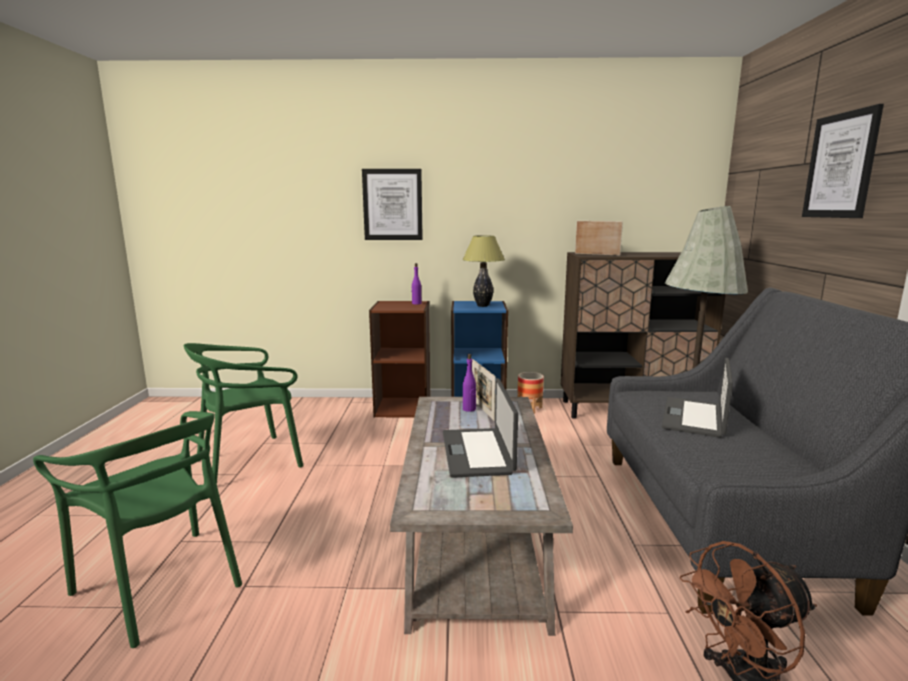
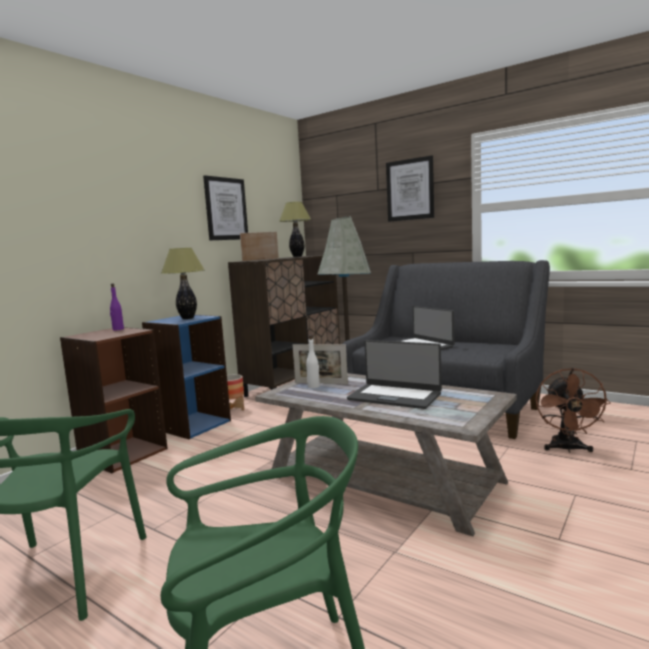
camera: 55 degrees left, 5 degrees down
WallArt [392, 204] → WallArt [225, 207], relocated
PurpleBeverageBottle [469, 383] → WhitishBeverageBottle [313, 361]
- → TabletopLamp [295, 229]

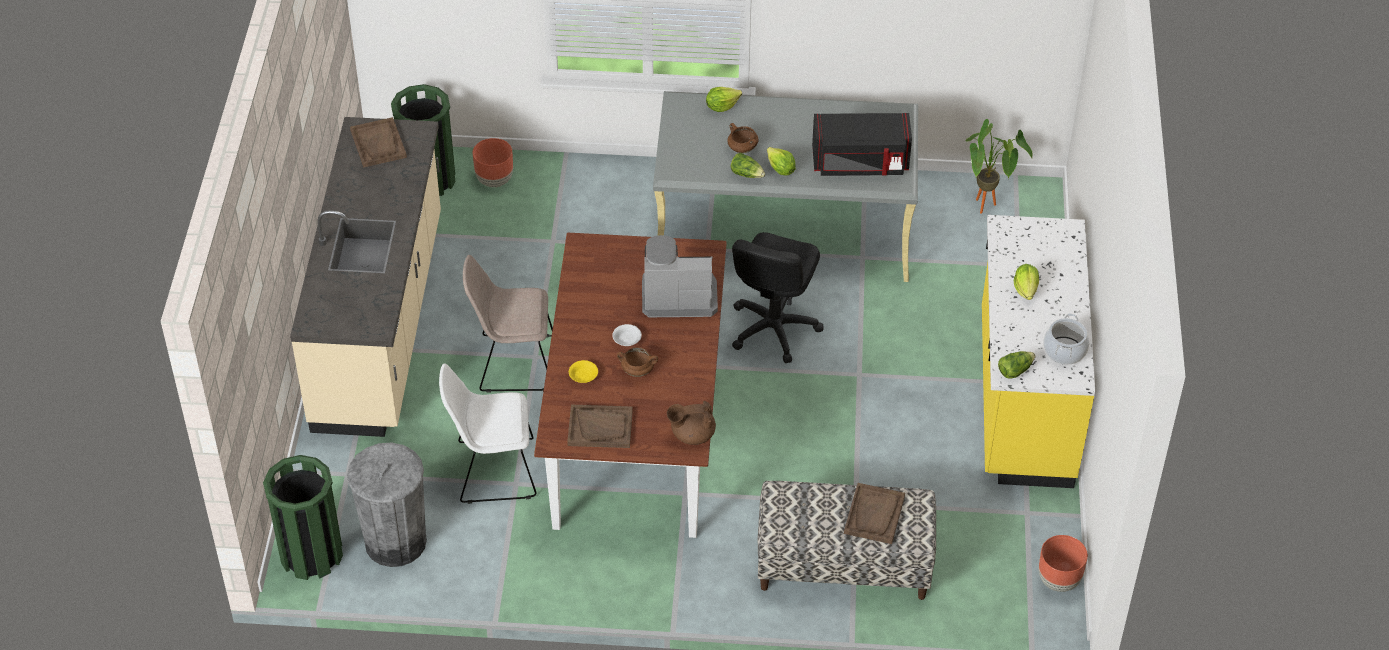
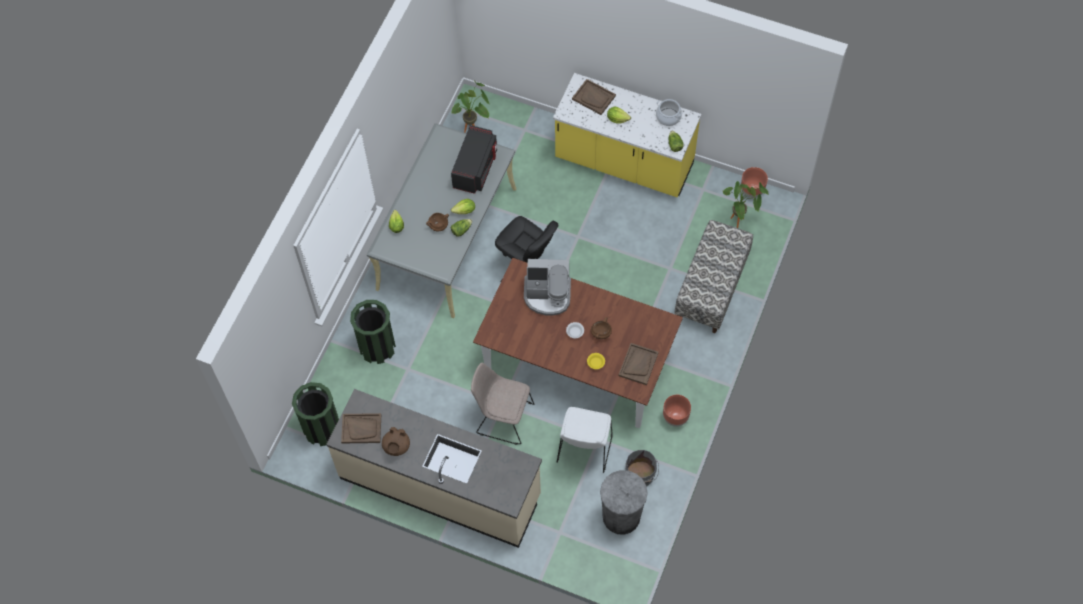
camera: 70 degrees left, 15 degrees up
BrownColouredPlantPot [493, 162] → BrownColouredPlantPot [677, 411], relocated
CoffeeMaker [680, 276] → CoffeeMaker [547, 287], 105 degrees counterclockwise
BeigePlainChair [508, 324] → BeigePlainChair [502, 404], 90 degrees clockwise
BrownColouredTeaPot [691, 423] → BrownColouredTeaPot [396, 441], relocated
GreenWasteBin [303, 517] → GreenWasteBin [373, 332], relocated
BrownColouredTray [874, 513] → BrownColouredTray [594, 97], relocated
- → Houseplant [745, 204]
- → GreyishBucket [642, 468]

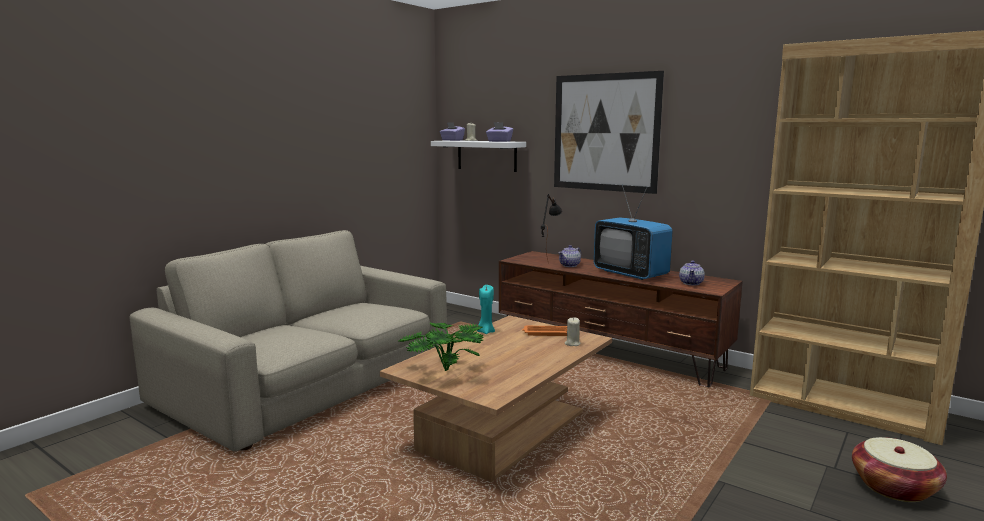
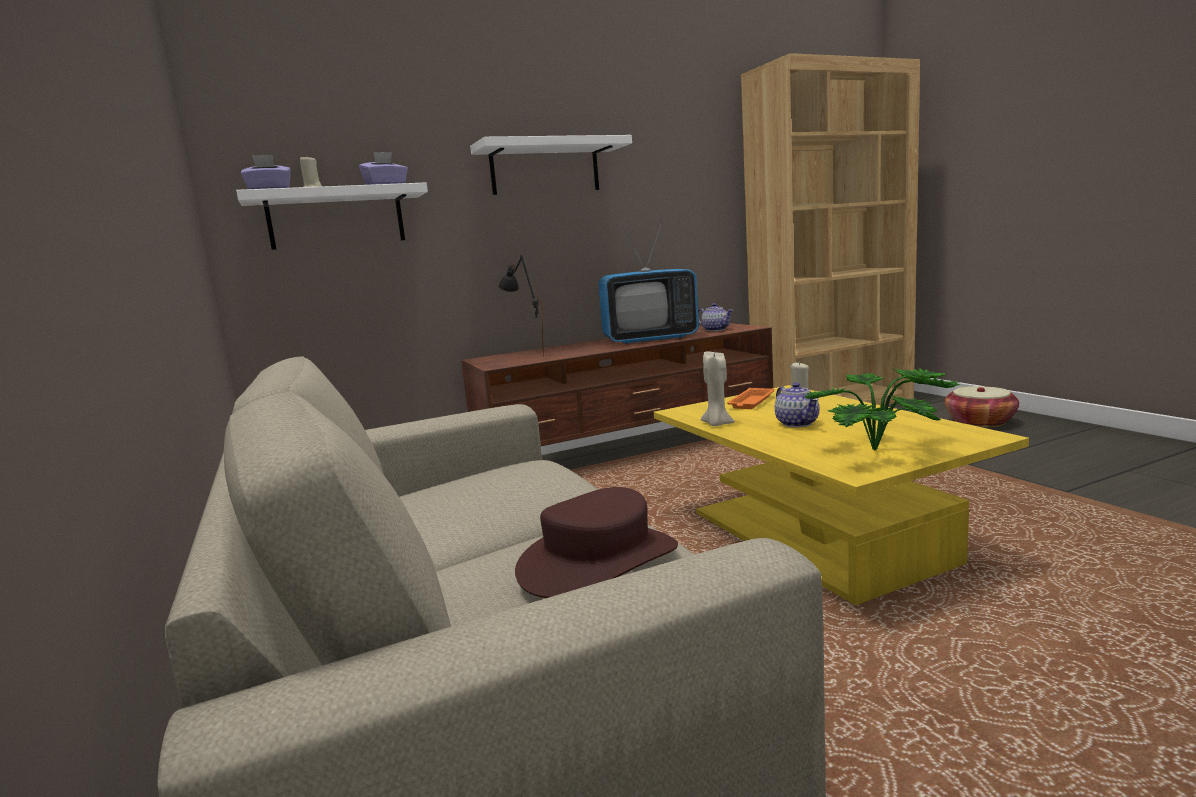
camera: 60 degrees left, 0 degrees up
WallArt [609, 132] → WhitishShelf [551, 165]
TeaPot [570, 256] → TeaPot [797, 405], relocated
BlueGreenCandle [486, 309] → BeigeCandle [718, 389]
BrownColouredLoungeTable [496, 398] → YellowishLoungeTable [841, 495]
- → BrownColouredWearableHat [596, 542]

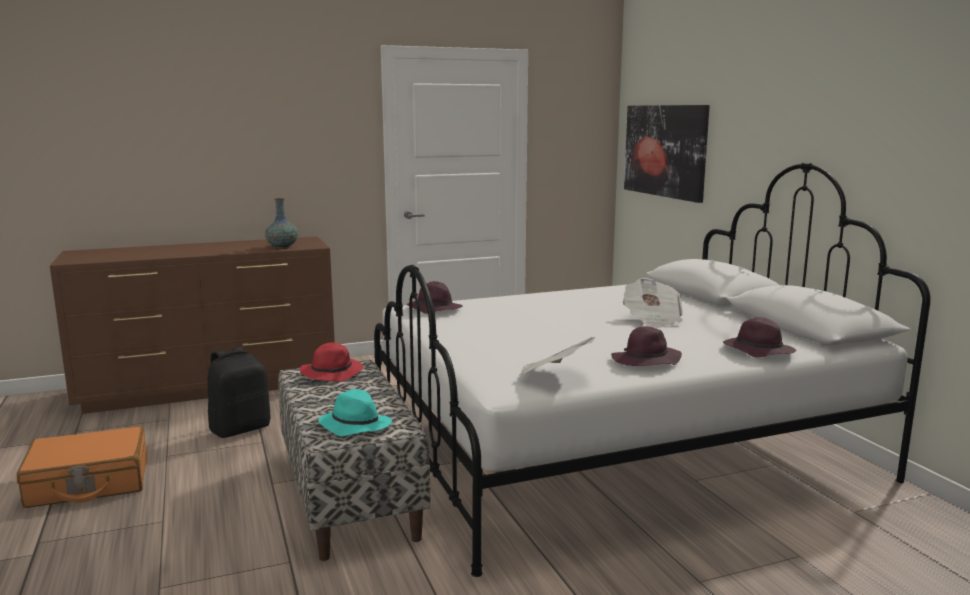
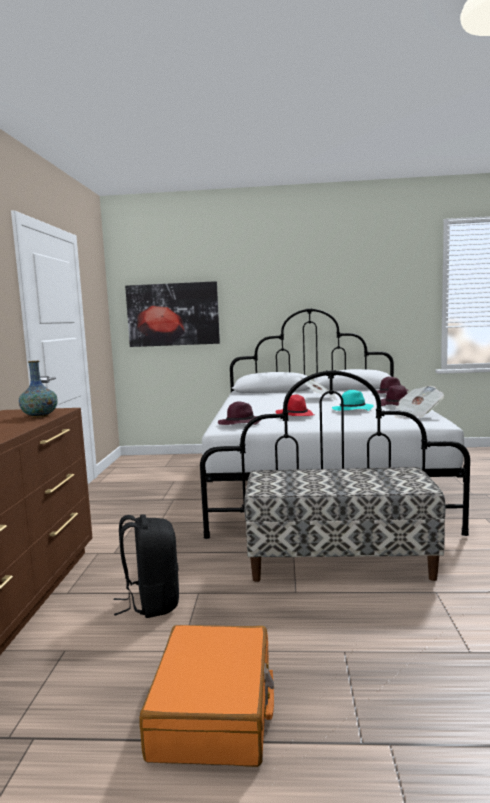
camera: 65 degrees left, 5 degrees down
ReddishWearableHat [332, 362] → ReddishWearableHat [295, 405], relocated
BlueGreenWearableHat [355, 412] → BlueGreenWearableHat [353, 400], relocated

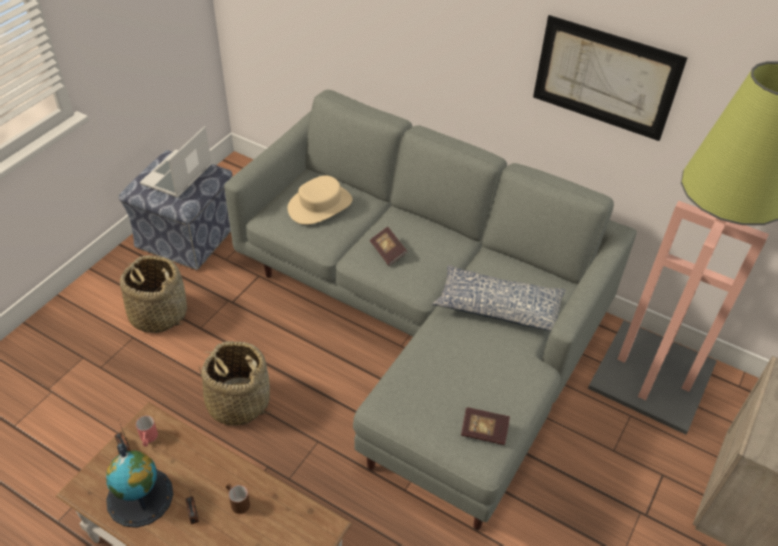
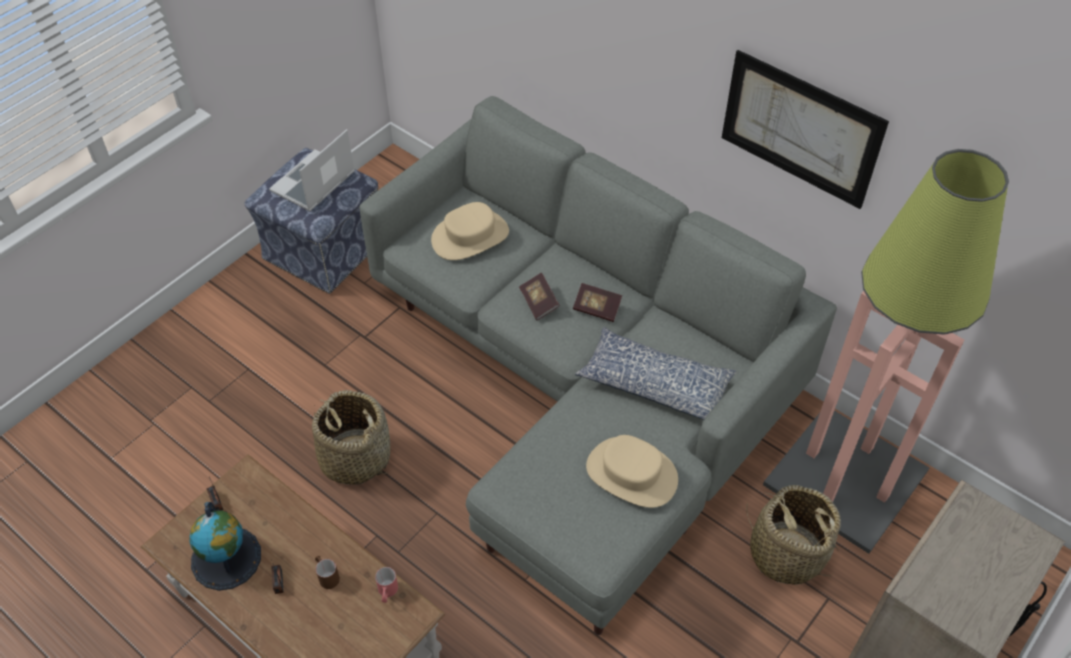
camera: 10 degrees right, 5 degrees up
Basket [153, 294] → Basket [793, 535], relocated
Book [485, 426] → Book [597, 302], relocated
ReddishMug [147, 431] → ReddishMug [386, 585], relocated
- → BeigeWearableHat [632, 471]

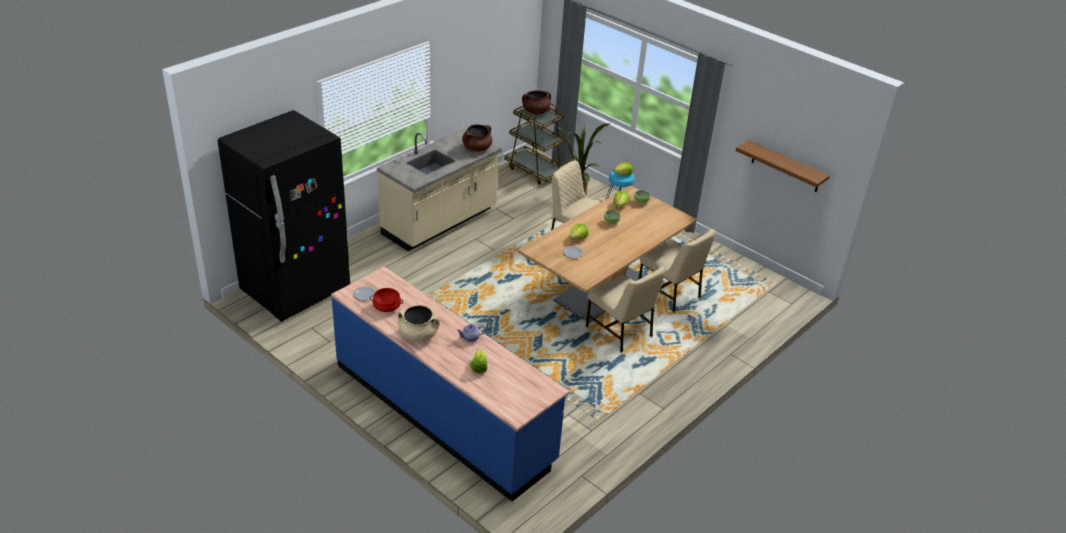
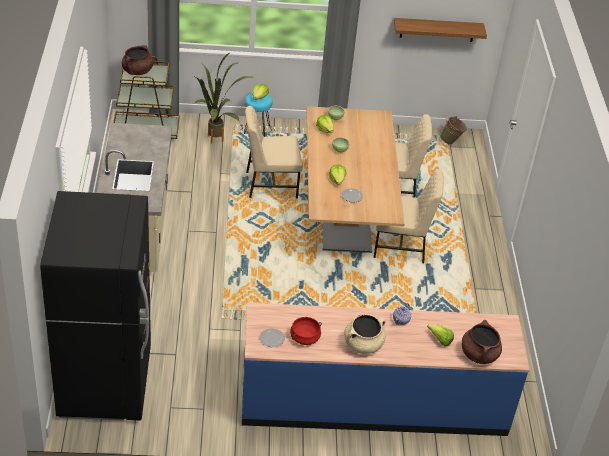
camera: 45 degrees left, 5 degrees up
BrownColouredCookingPot [477, 138] → BrownColouredCookingPot [482, 342], relocated
- → GreenBucket [453, 130]

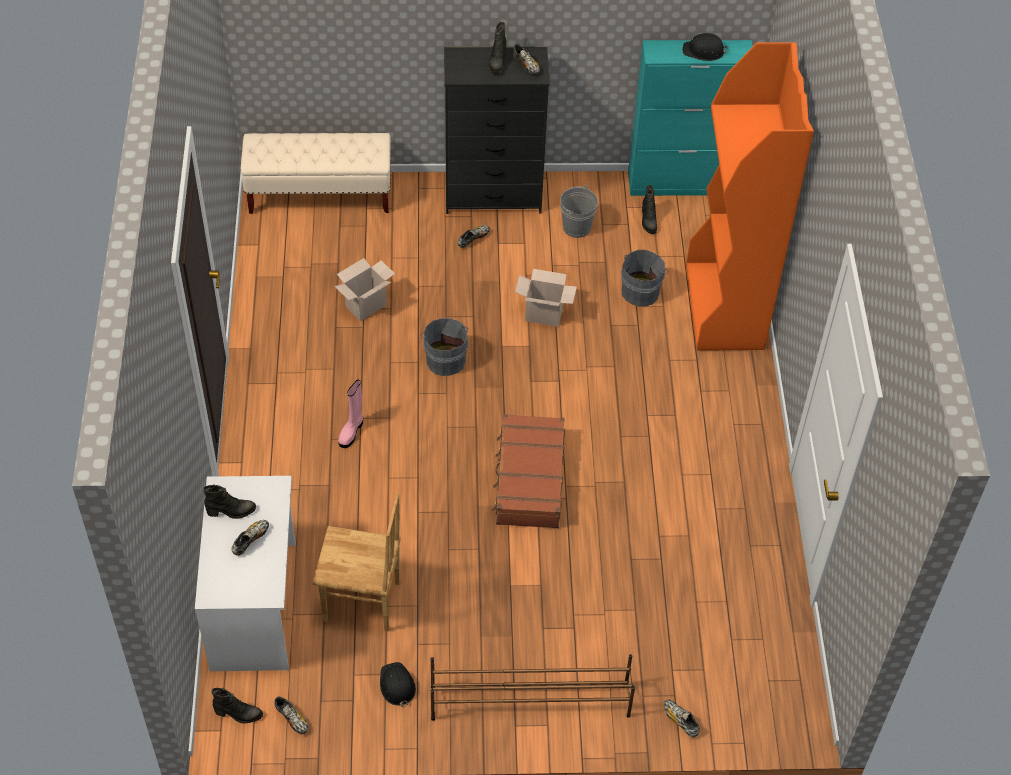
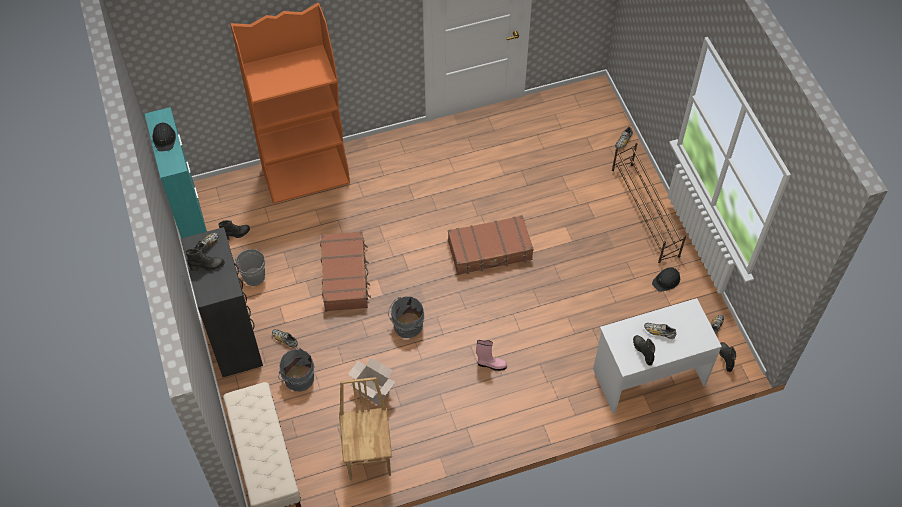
camera: 105 degrees left, 5 degrees up
GreyishBucket [645, 278] → GreyishBucket [296, 369], relocated
CardboardBox [546, 298] → BrownColouredTravelCase [345, 271]
BrownColouredPlainChair [356, 562] → BrownColouredPlainChair [365, 429], relocated

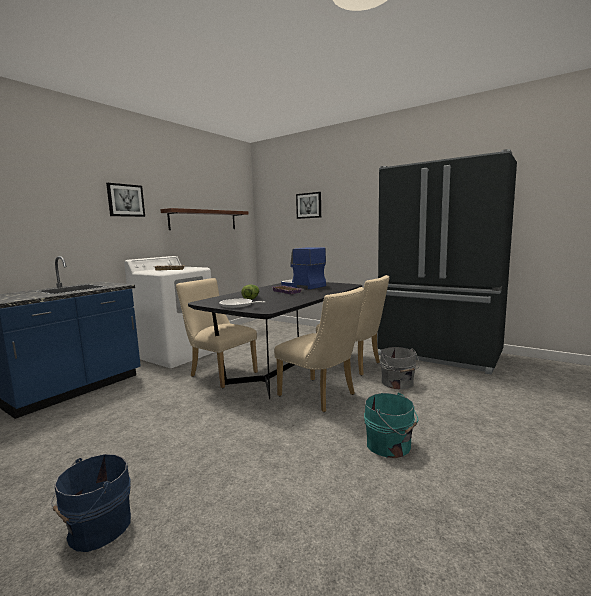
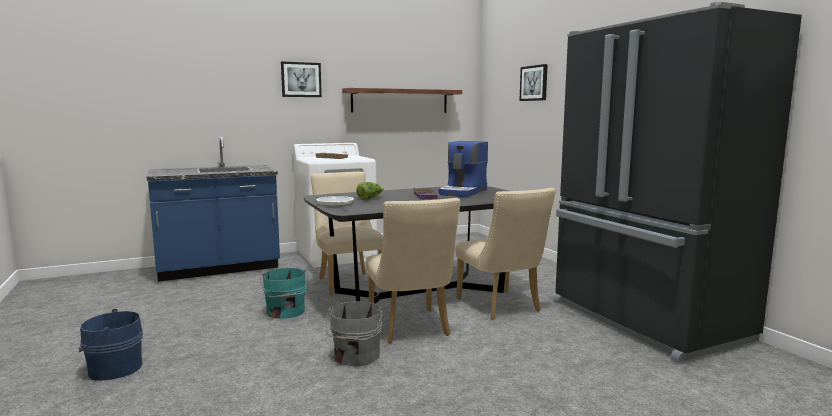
camera: 30 degrees right, 0 degrees up
CoffeeMaker [303, 268] → CoffeeMaker [463, 169], 135 degrees counterclockwise
GreyishBucket [399, 368] → GreyishBucket [354, 333], relocated
BlueGreenBucket [391, 425] → BlueGreenBucket [284, 293], relocated

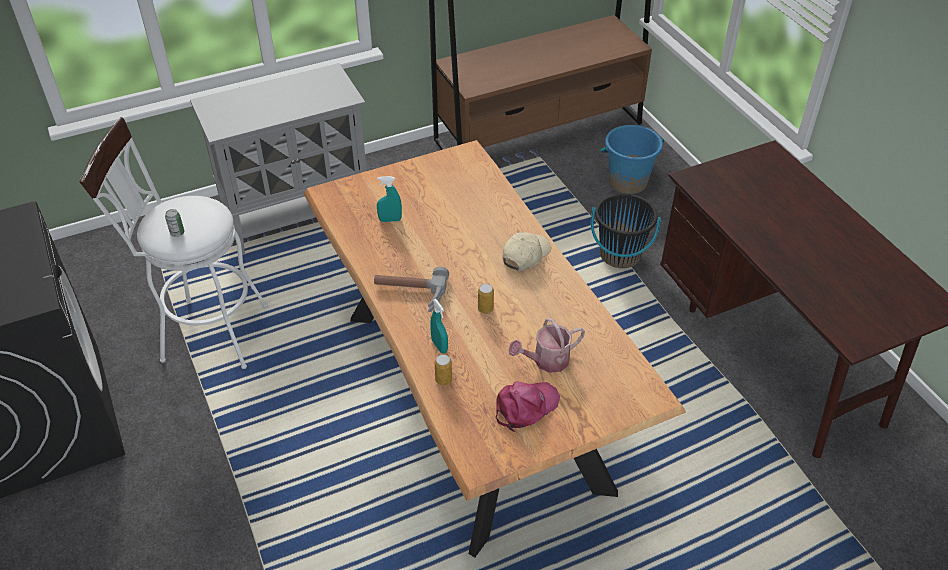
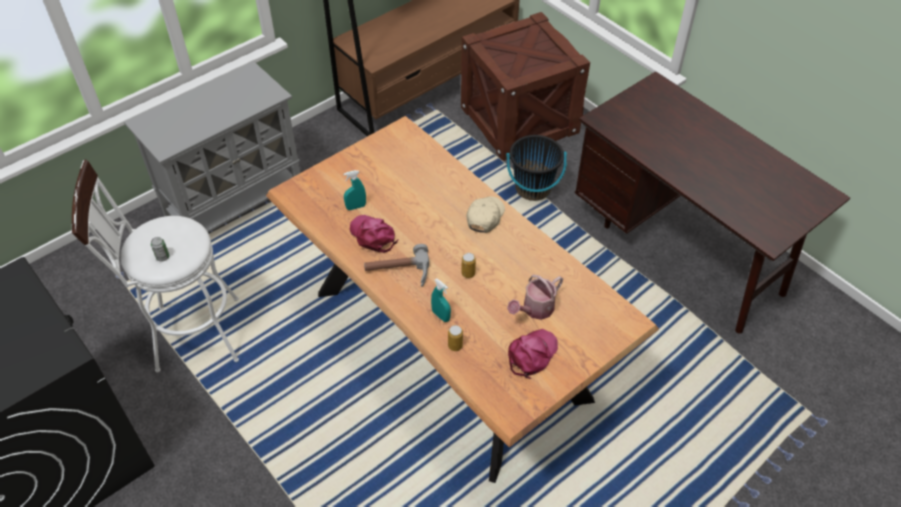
camera: 15 degrees left, 5 degrees up
BlueBucket [633, 159] → Crate [525, 86]
- → PinkColouredPeakedCap [374, 234]

